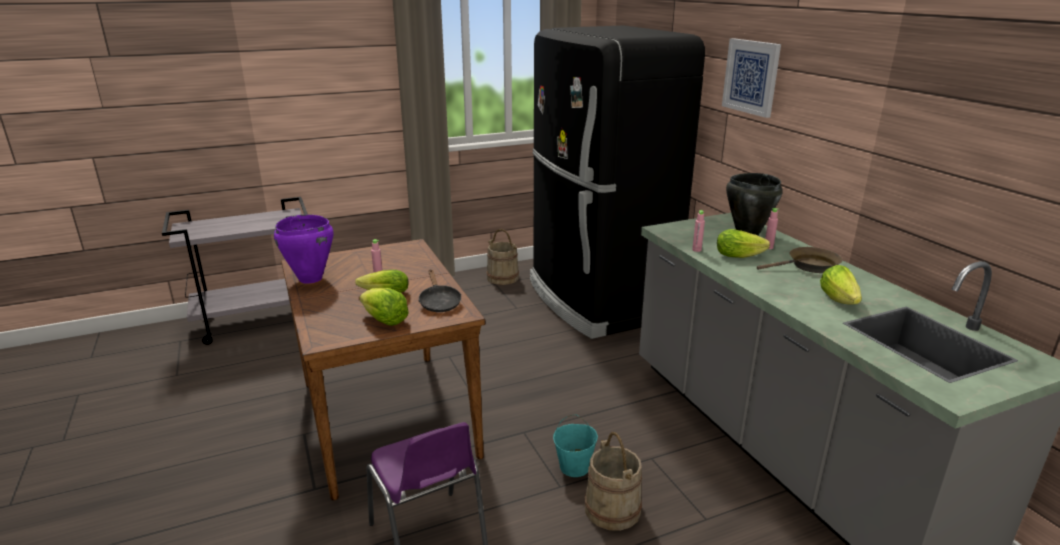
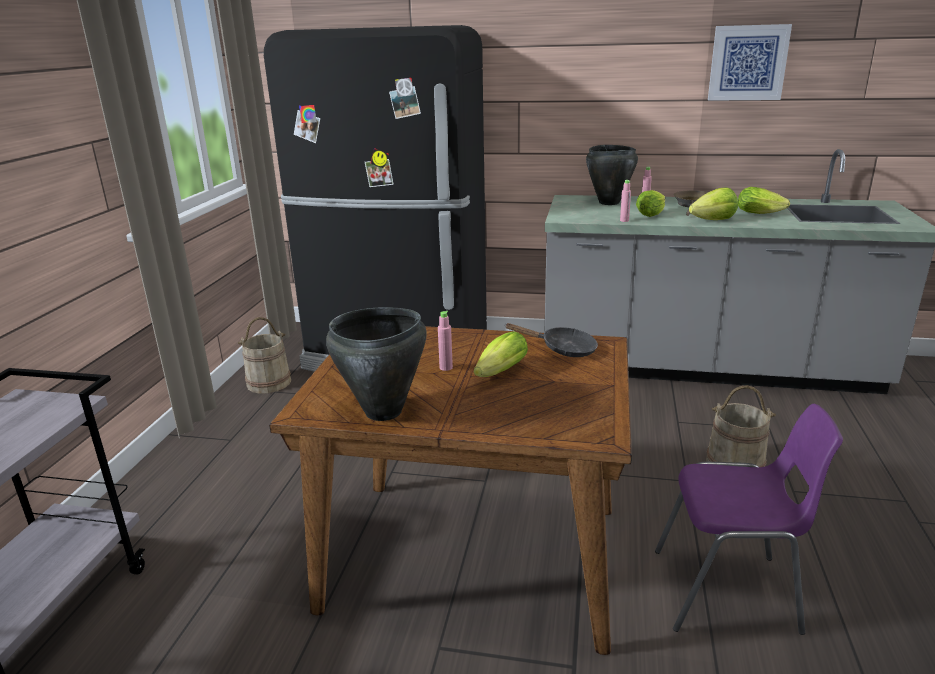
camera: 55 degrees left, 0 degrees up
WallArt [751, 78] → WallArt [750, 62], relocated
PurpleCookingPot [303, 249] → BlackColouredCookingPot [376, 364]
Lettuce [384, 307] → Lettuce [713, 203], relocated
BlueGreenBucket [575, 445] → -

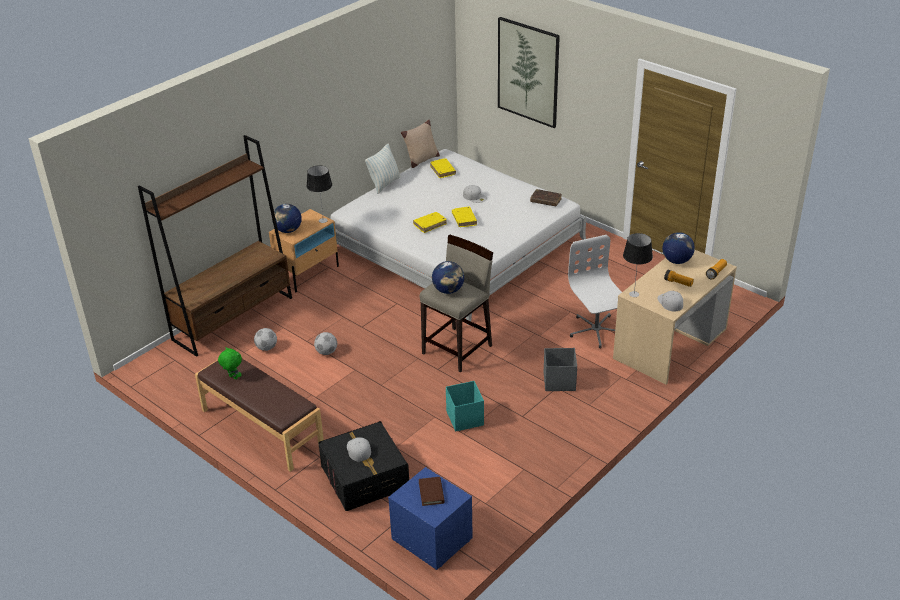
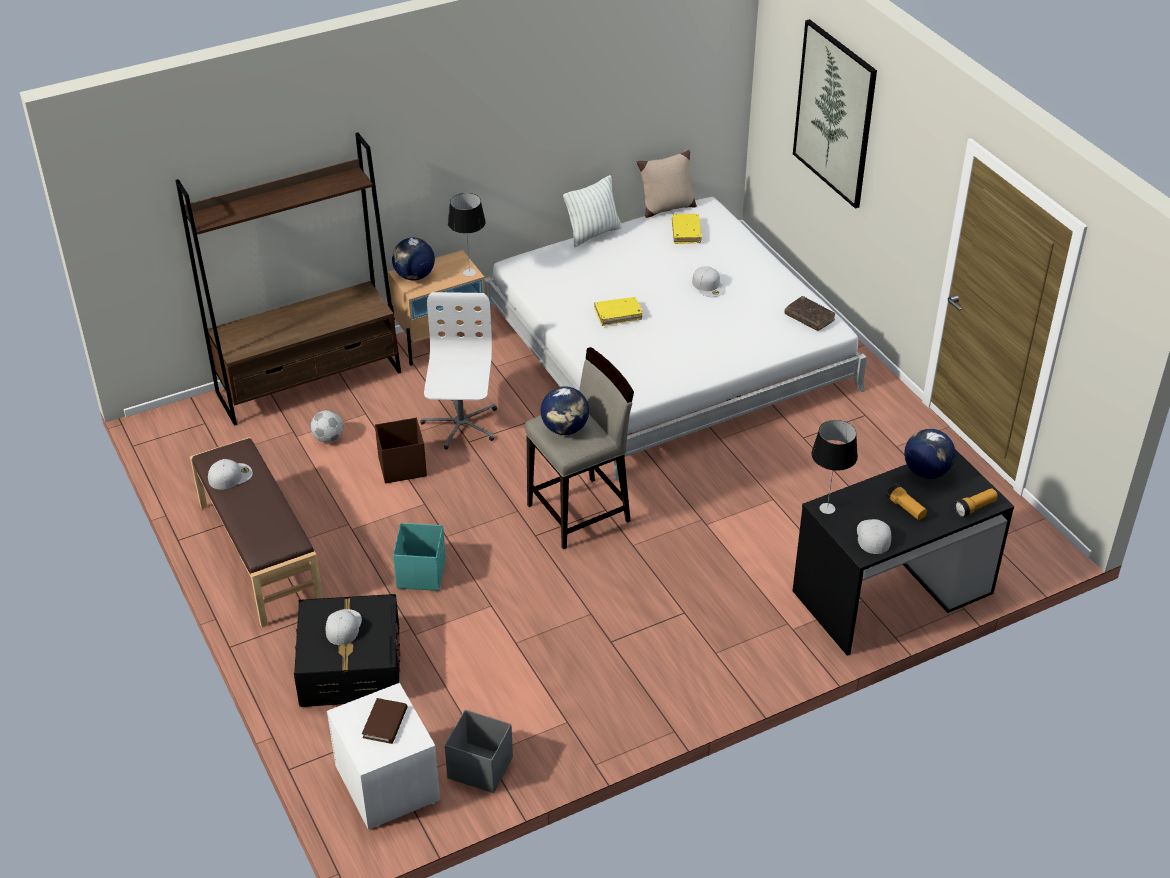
camera: 20 degrees right, 5 degrees up
YellowishBook [464, 216] → -
WhitishDeskChair [595, 292] → WhitishDeskChair [458, 371], relocated
BeigeDeskTable [675, 317] → BlackColouredDeskTable [903, 552]
FootballBall [325, 343] → BrownColouredStorageBin [401, 450]
GreenPlushToy [230, 363] → WhitishPeakedCap [230, 474]
GreyishStorageBin [560, 369] → GreyishStorageBin [479, 751], relocated
BlueGreenStorageBin [465, 406] → BlueGreenStorageBin [419, 557], relocated
BlueNightTable [430, 518] → WhitishNightTable [383, 756]

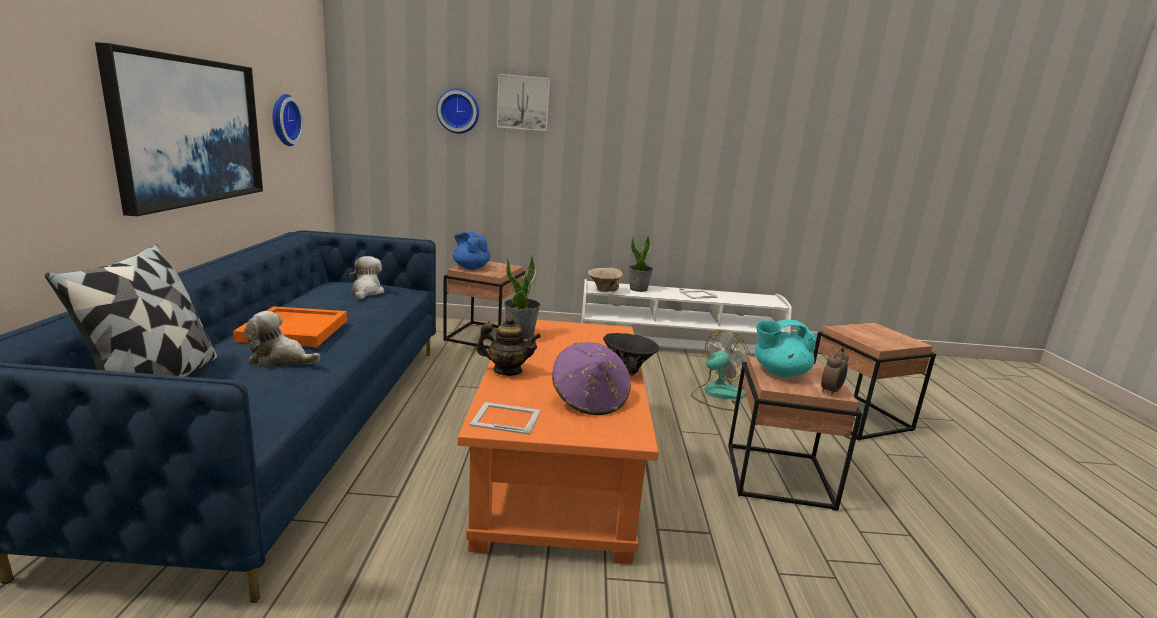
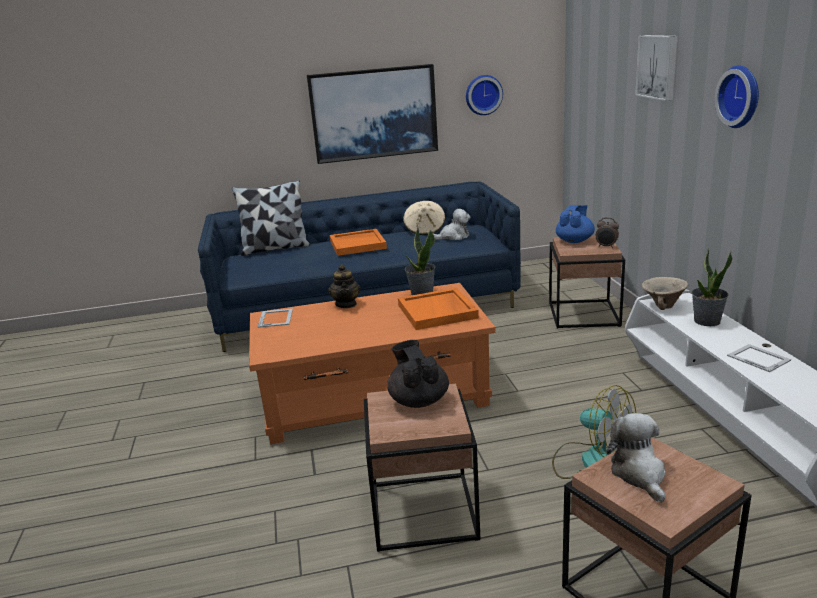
camera: 80 degrees right, 5 degrees up
ClockOnTheWall [457, 111] → ClockOnTheWall [737, 96], relocated
PlushToy [282, 339] → PlushToy [636, 458], relocated
BlueGreenTeaPot [785, 348] → BlackColouredTeaPot [418, 374]
BlackColouredBowl [631, 354] → -
PurpleWearableHat [591, 378] → -
AlarmClock [835, 371] → AlarmClock [607, 232], relocated
- → BeigeWearableHat [424, 218]
- → OrangeTray [438, 309]

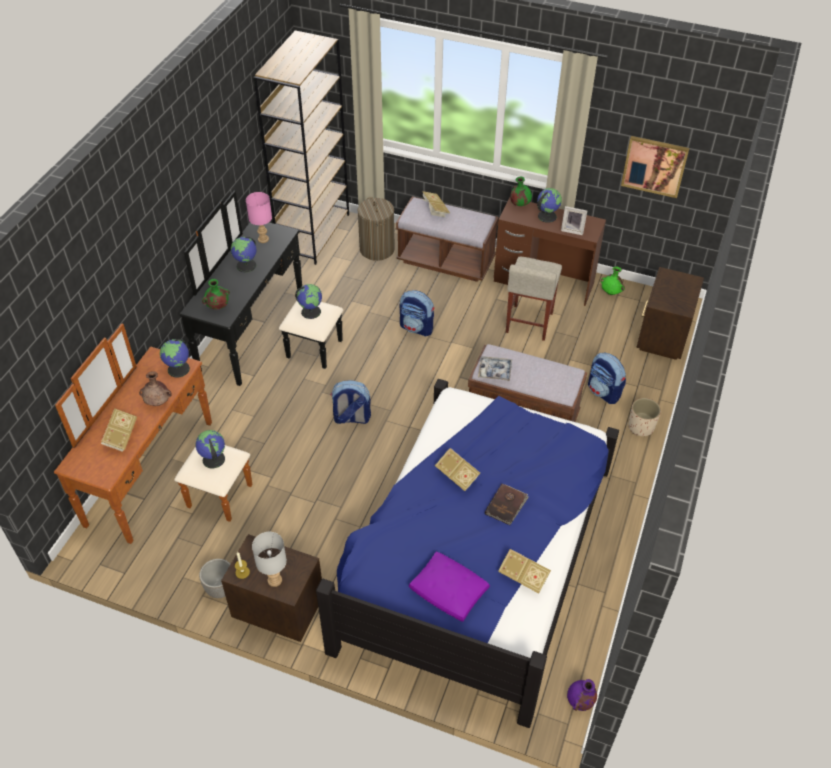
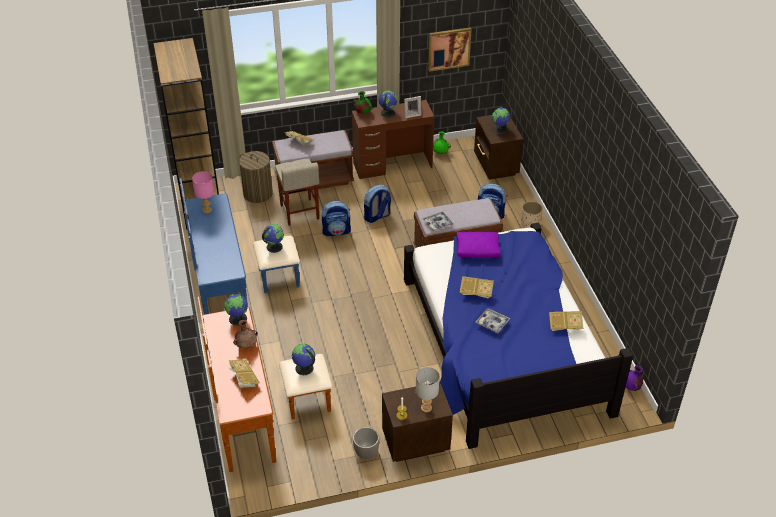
camera: 35 degrees left, 5 degrees down
BlackColouredChestOfDrawers [261, 288] → BlueChestOfDrawers [240, 246]
Globe [244, 254] → Globe [501, 120], relocated
BeigeSittingStool [534, 299] → BeigeSittingStool [297, 192], relocated
GreenDecorativeVase [216, 294] → -
Knapsack [350, 402] → Knapsack [377, 204], relocated
BrownColouredBook [507, 504] → -
PurplePillow [449, 587] → PurplePillow [478, 245], relocated
- → Tray [492, 320]

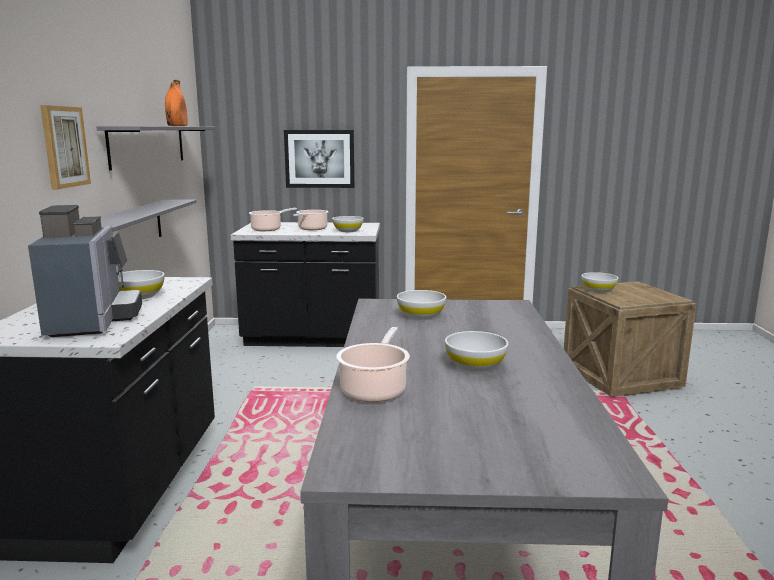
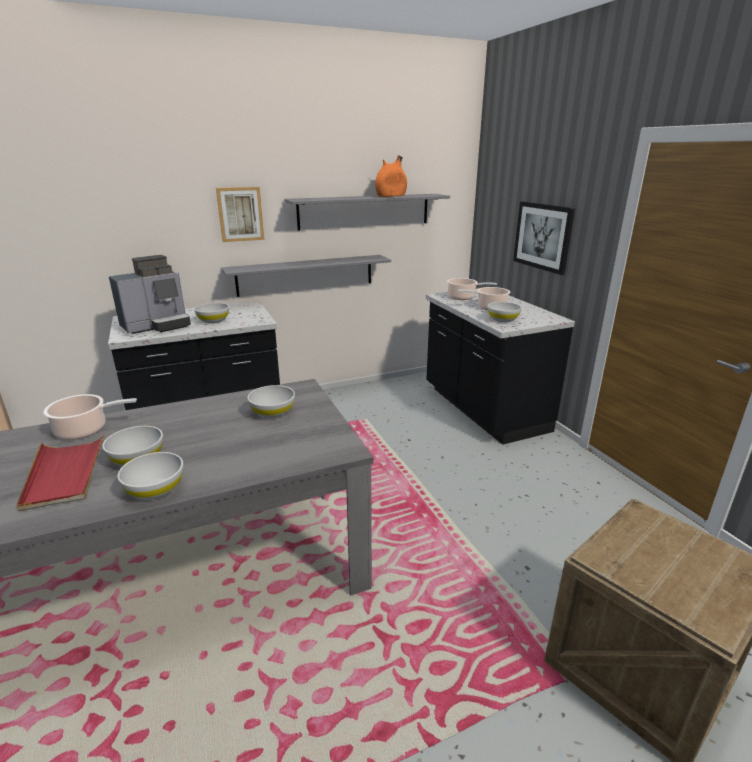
camera: 65 degrees right, 10 degrees up
WhitishBowl [599, 282] → WhitishBowl [150, 475], relocated
- → ReddishTray [61, 472]

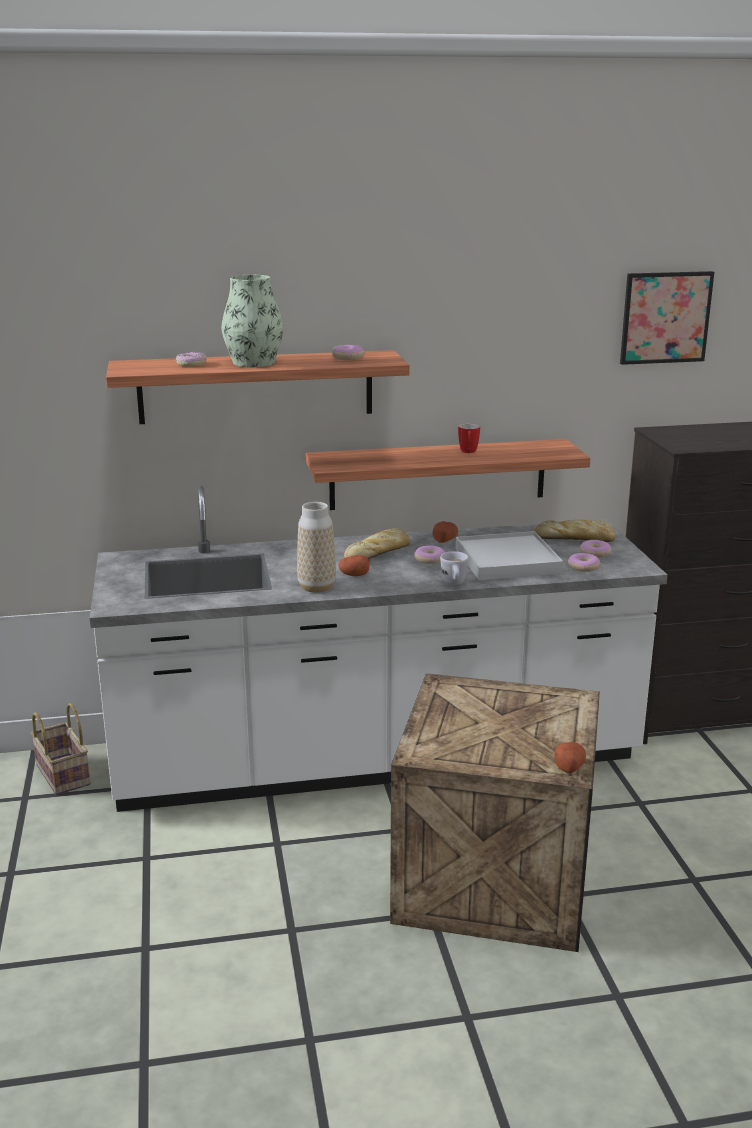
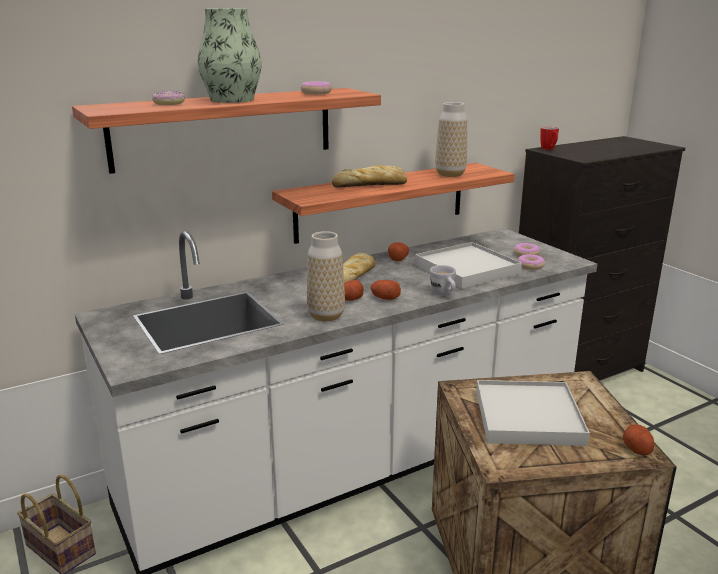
camera: 20 degrees left, 0 degrees up
WallArt [667, 318] → -
Mug [469, 438] → Mug [549, 138], relocated
BakedBread [574, 531] → BakedBread [369, 176], relocated
Donut [429, 555] → -
- → DecorativeVase [451, 139]
- → Potato [386, 290]
- → WhitishTray [533, 413]

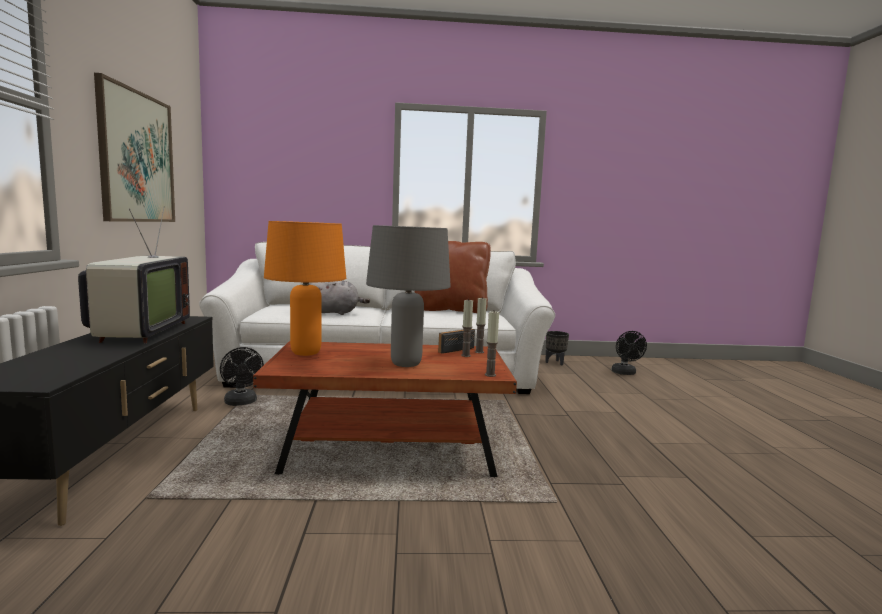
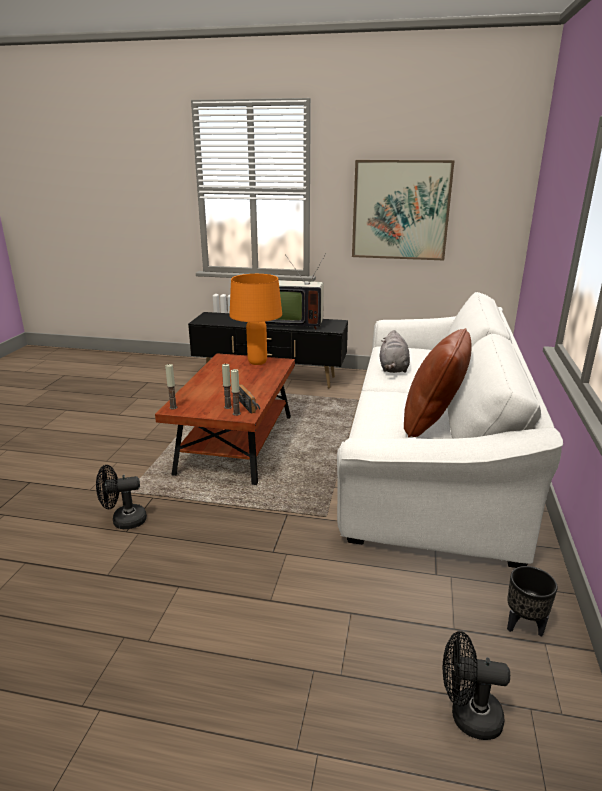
camera: 105 degrees right, 15 degrees up
GreyishTabletopLamp [408, 296] → -
BlackColouredFan [242, 376] → BlackColouredFan [121, 497], relocated

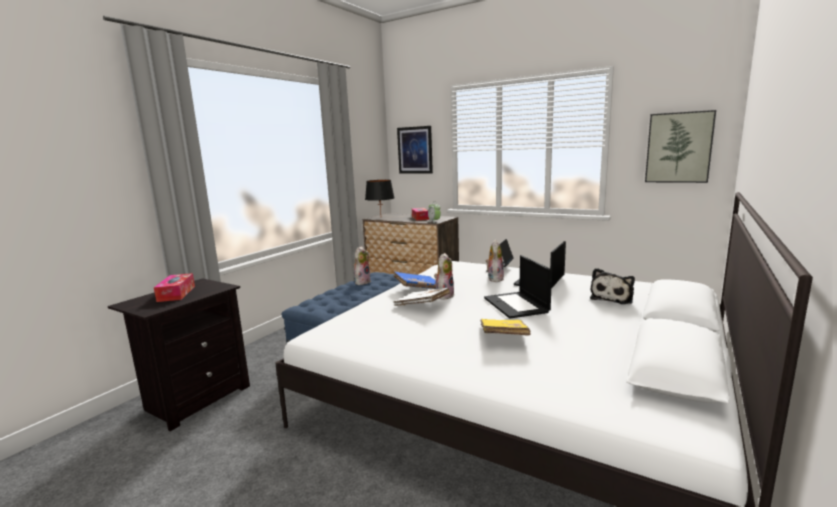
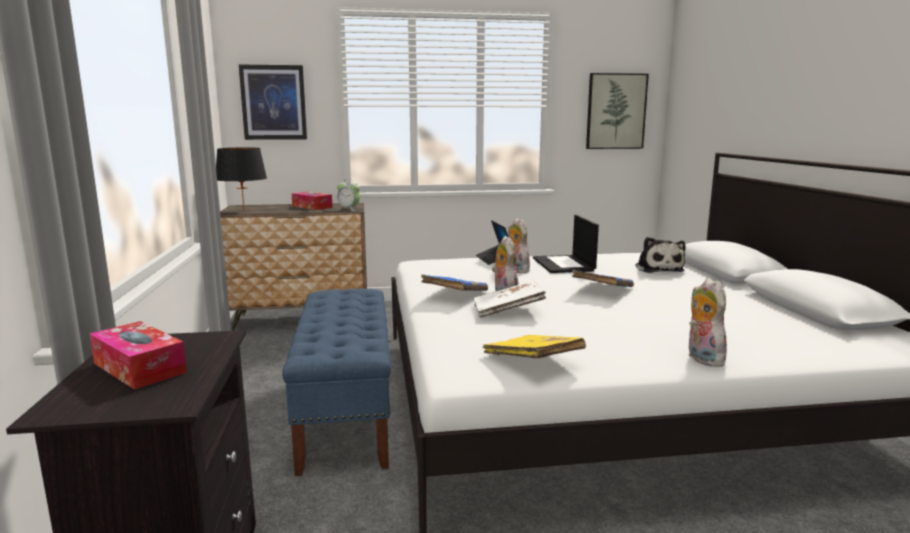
camera: 40 degrees left, 0 degrees up
PlushToy [362, 265] → PlushToy [708, 322], relocated
PortableComputer [518, 287] → BlueBook [603, 278]
YellowishBook [505, 327] → YellowishBook [534, 346], relocated

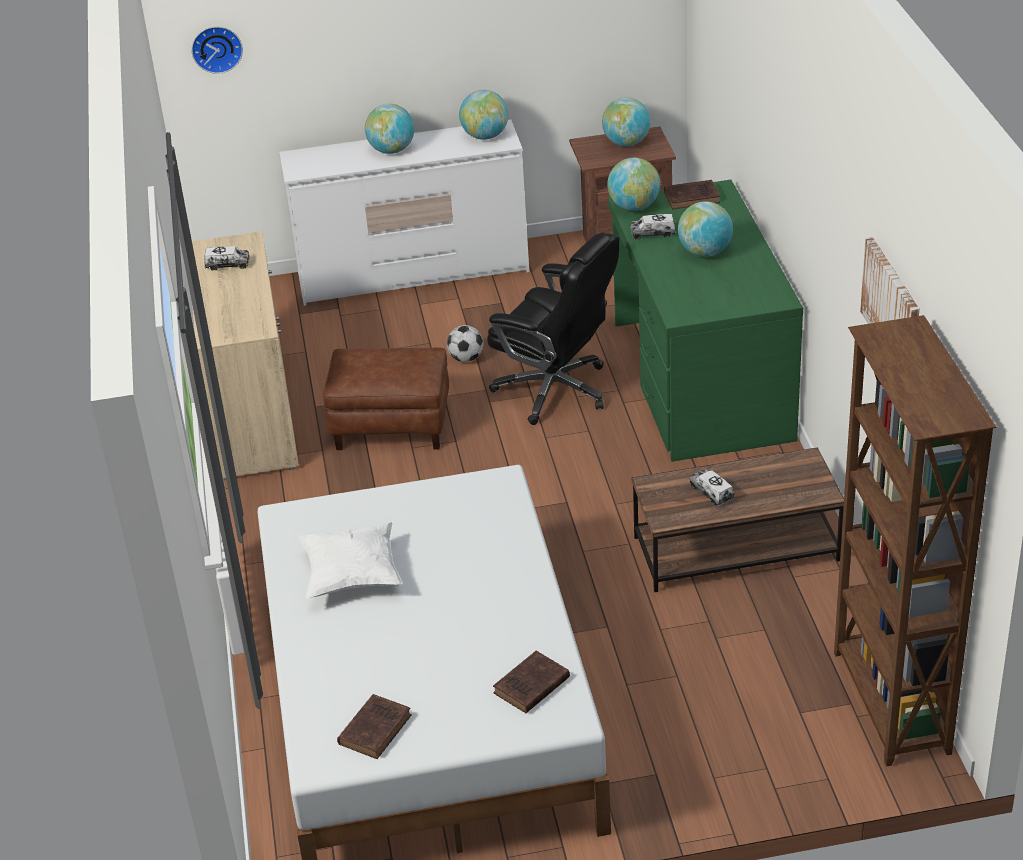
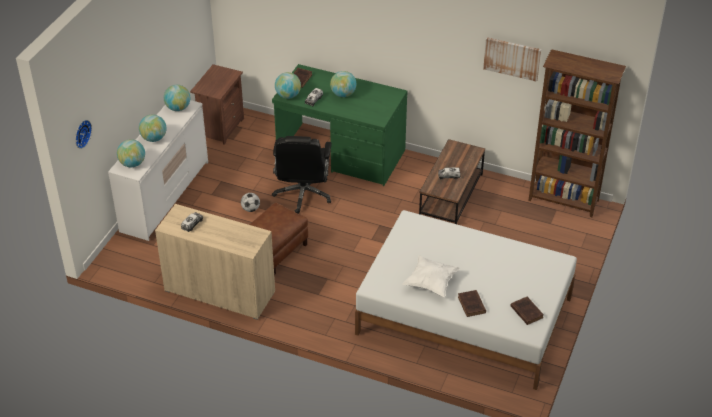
camera: 60 degrees left, 5 degrees up
Globe [626, 121] → Globe [131, 153], relocated
BlackColouredDeskChair [553, 328] → BlackColouredDeskChair [302, 175], 120 degrees clockwise
BrownColouredBook [531, 682] → BrownColouredBook [472, 303], relocated

